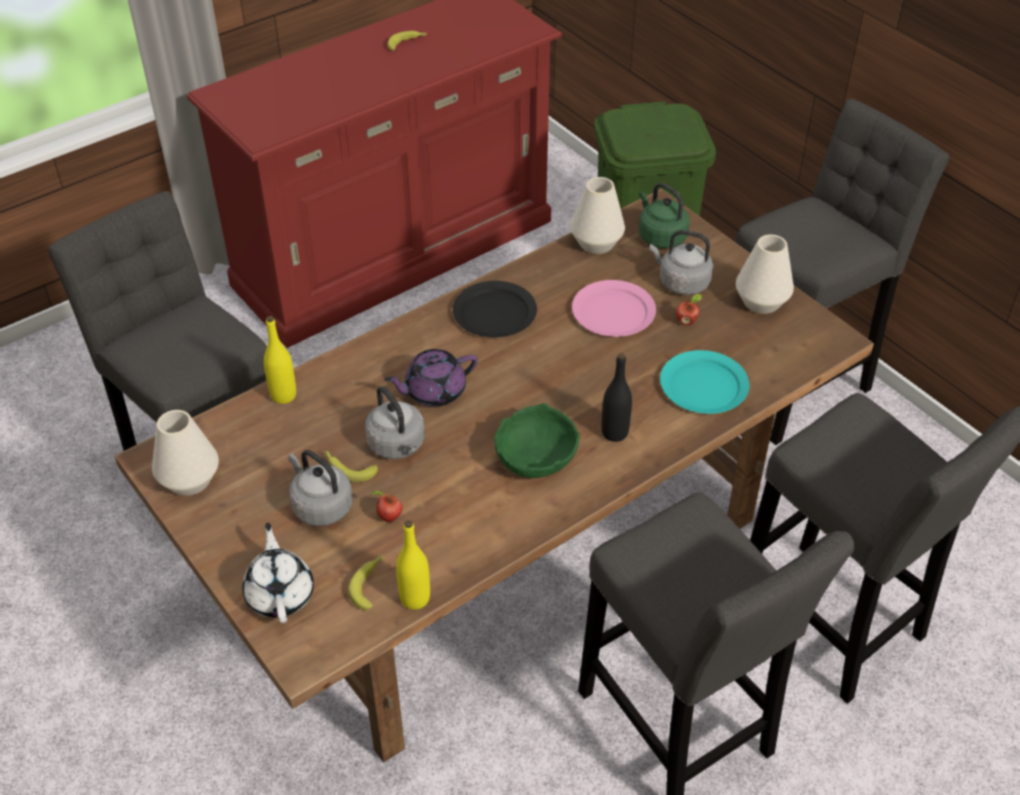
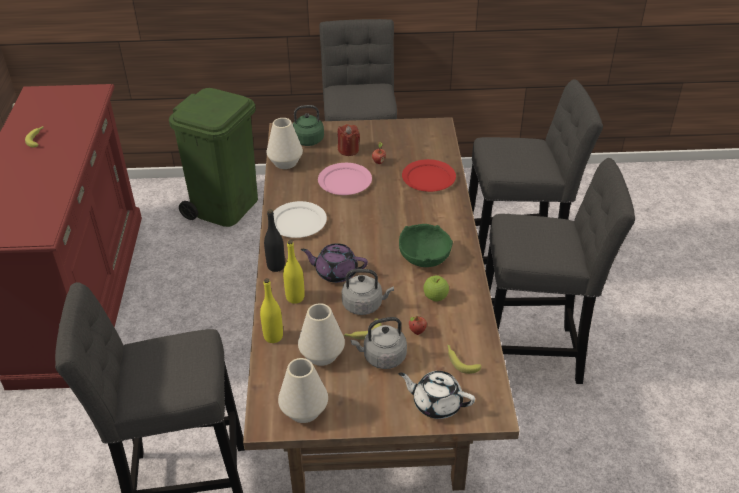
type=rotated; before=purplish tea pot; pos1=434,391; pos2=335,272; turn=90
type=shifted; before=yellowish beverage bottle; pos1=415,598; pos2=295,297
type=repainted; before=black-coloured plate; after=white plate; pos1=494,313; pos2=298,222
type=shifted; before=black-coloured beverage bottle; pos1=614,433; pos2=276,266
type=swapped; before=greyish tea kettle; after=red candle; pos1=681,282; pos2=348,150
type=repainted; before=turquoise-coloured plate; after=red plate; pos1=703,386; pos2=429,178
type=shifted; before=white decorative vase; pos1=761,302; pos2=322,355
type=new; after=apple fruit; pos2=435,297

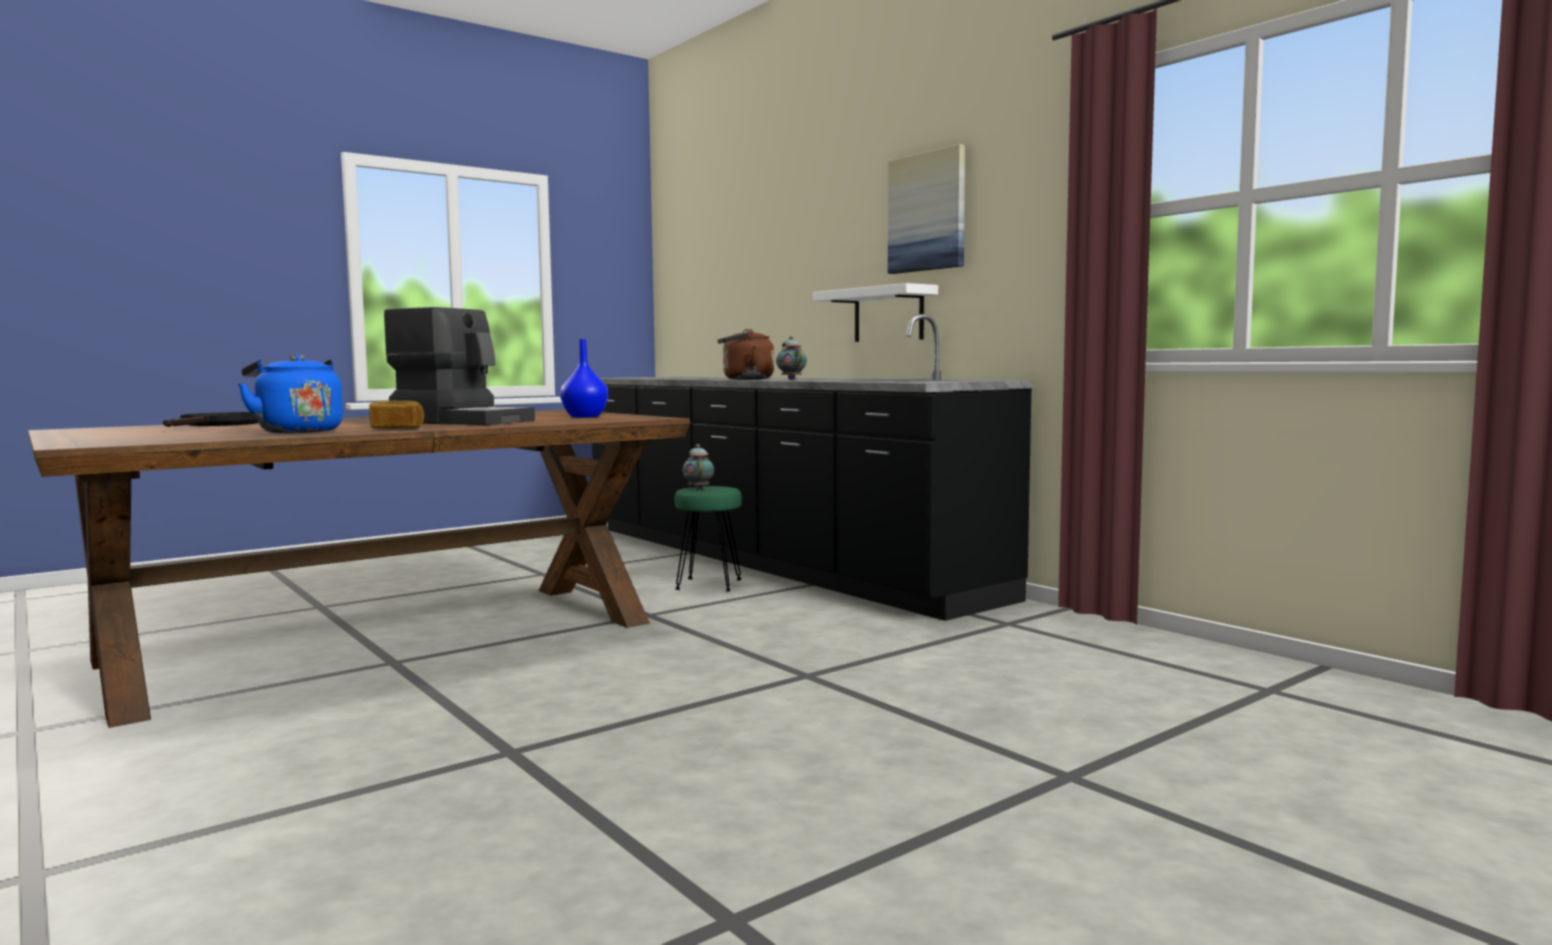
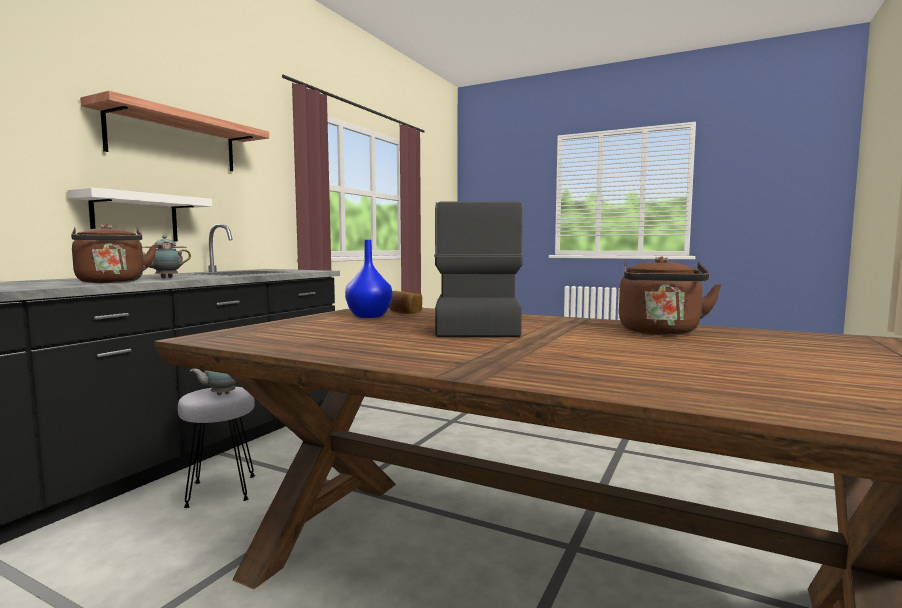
type=gone; before=black-coloured frying pan; pos1=218,425
type=repainted; before=bluish tea kettle; after=brown tea kettle; pos1=297,432; pos2=660,332
type=shifted; before=bakery bread; pos1=397,428; pos2=403,312
type=repainted; before=greenish stool seat; after=greyish stool seat; pos1=710,585; pos2=221,490
type=swapped; before=wall art; after=shelf; pos1=927,212; pos2=174,140

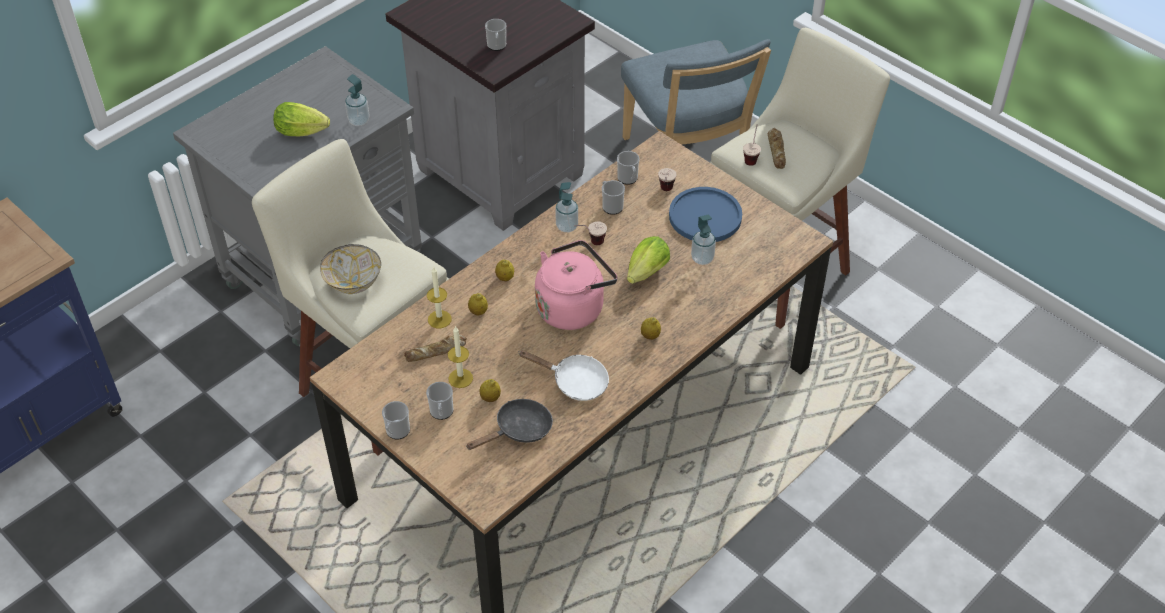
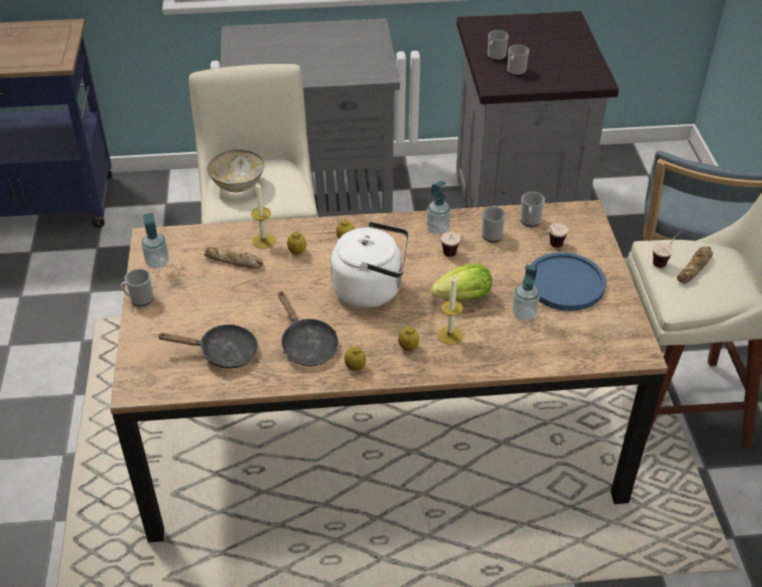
type=gone; before=lettuce; pos1=304,132
type=shifted; before=liquid soap bottle; pos1=359,121; pos2=157,263
type=shifted; before=coffee mug; pos1=441,413; pos2=495,57
type=shifted; before=candle; pos1=460,378; pos2=450,335
type=shifted; before=citrus fruit; pos1=490,398; pos2=355,367
type=repainted; before=white frying pan; after=black-coloured frying pan; pos1=575,382; pos2=306,344
type=repainted; before=pink-coloured tea kettle; after=white tea kettle; pos1=573,307; pos2=372,289

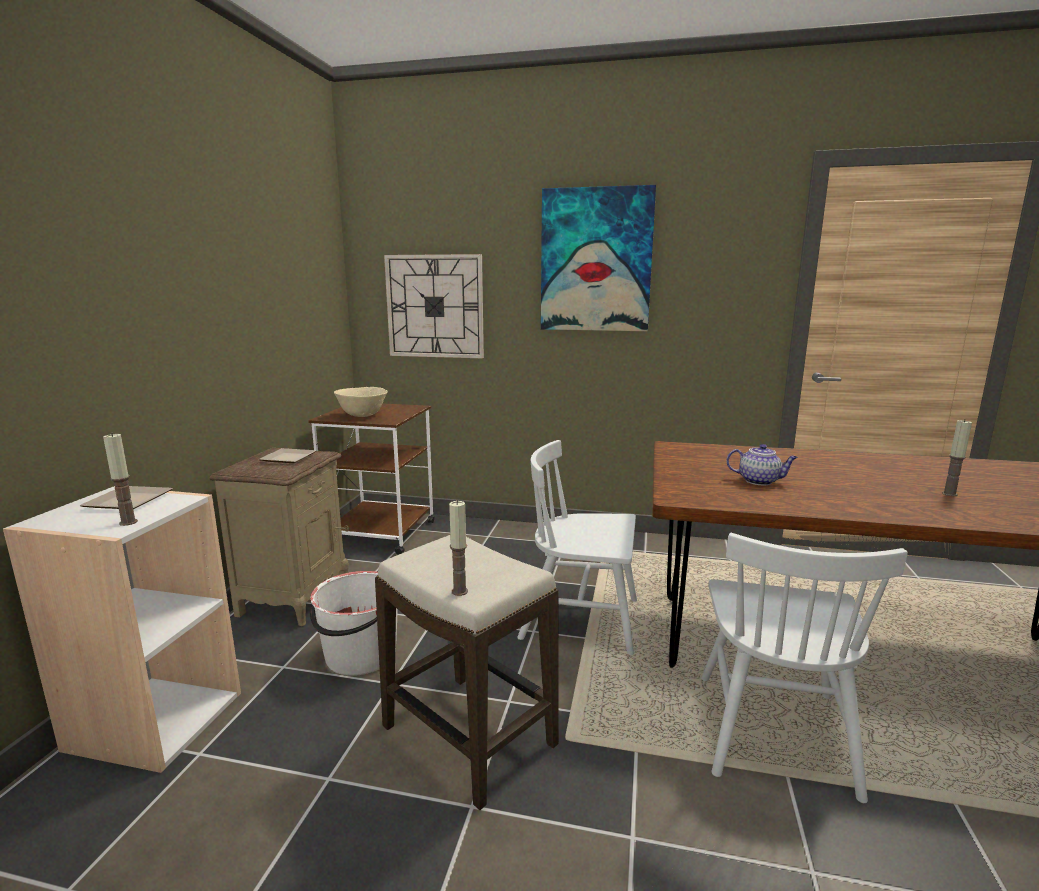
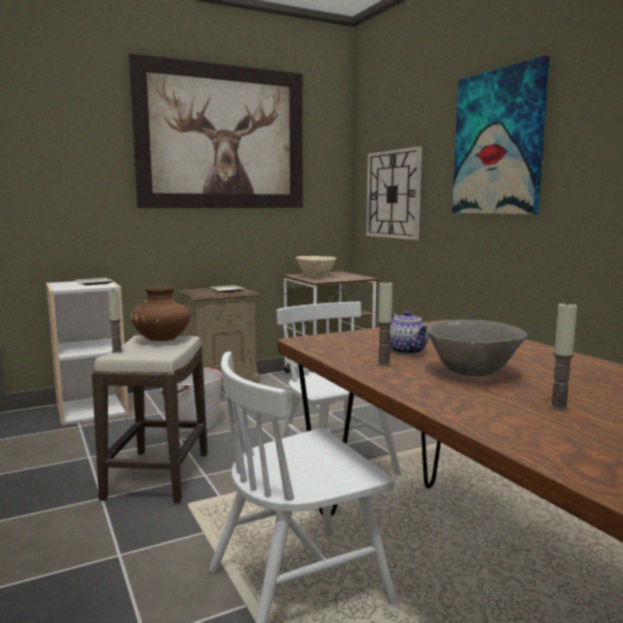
type=shifted; before=candle; pos1=128,522; pos2=384,364
type=new; after=wall art; pos2=222,138
type=new; after=brown decorative vase; pos2=162,339
type=new; after=greyish deep dish; pos2=473,373

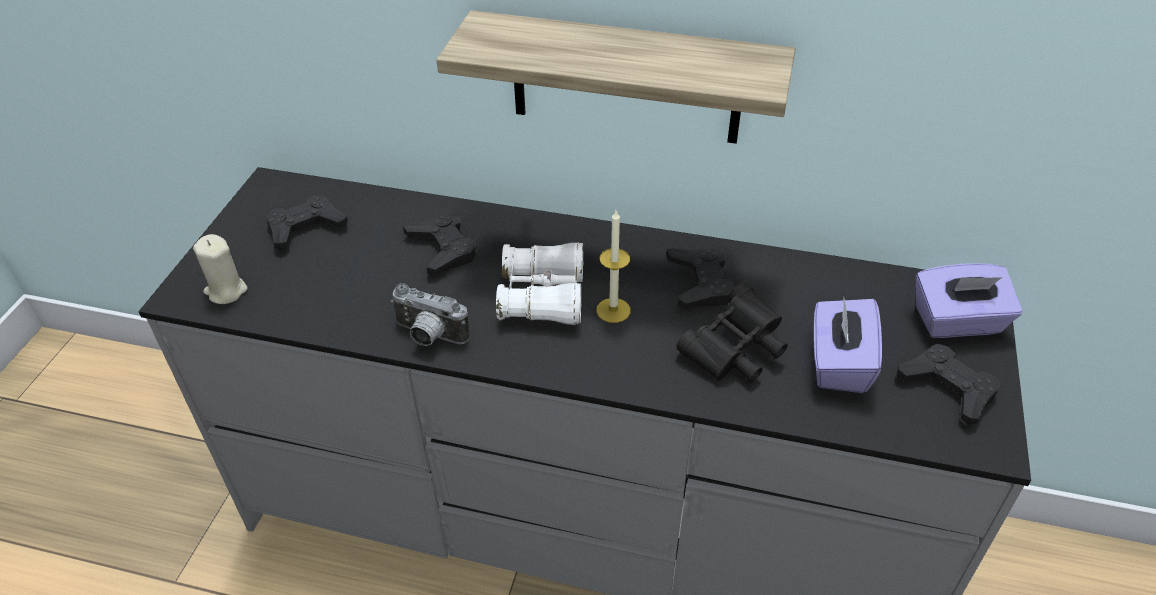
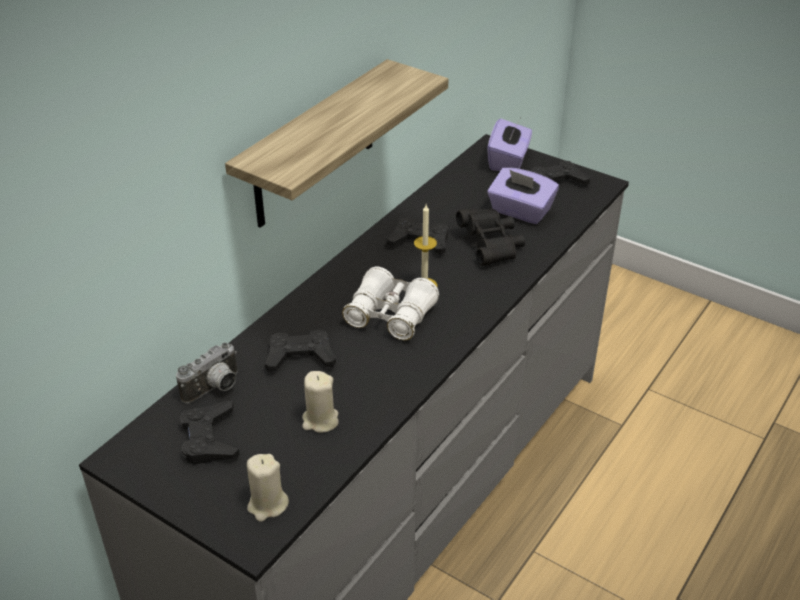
type=shifted; before=photo camera; pos1=428,336; pos2=215,389
type=new; after=sand-coloured candle; pos2=320,420

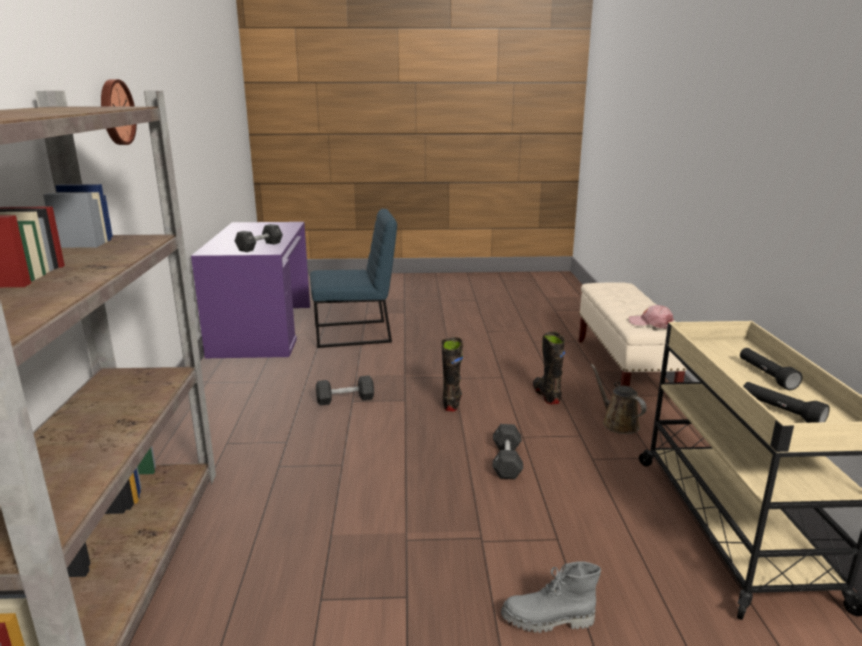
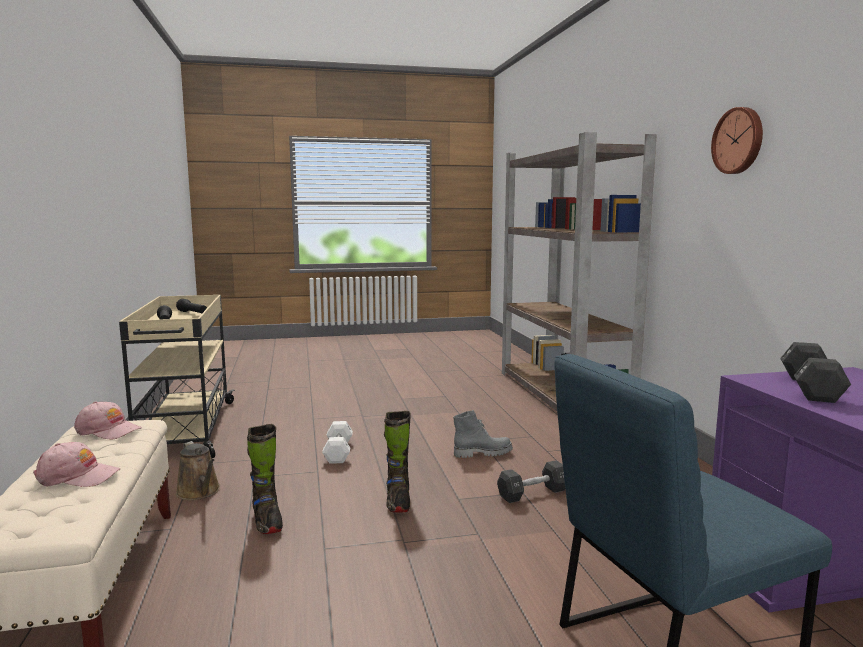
type=repainted; before=black-coloured free weight; after=white free weight; pos1=507,461; pos2=338,452
type=shifted; before=greyish tall boot; pos1=547,620; pos2=482,453
type=new; after=pink-coloured cap; pos2=77,476

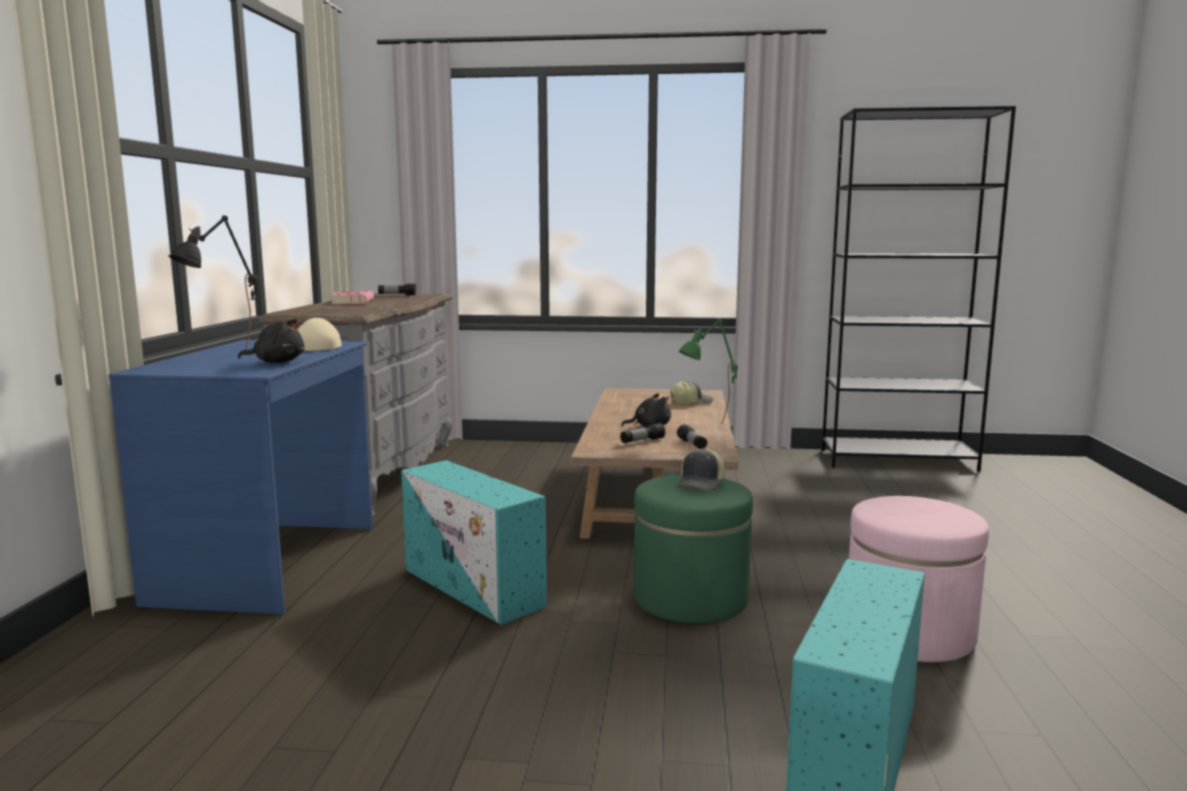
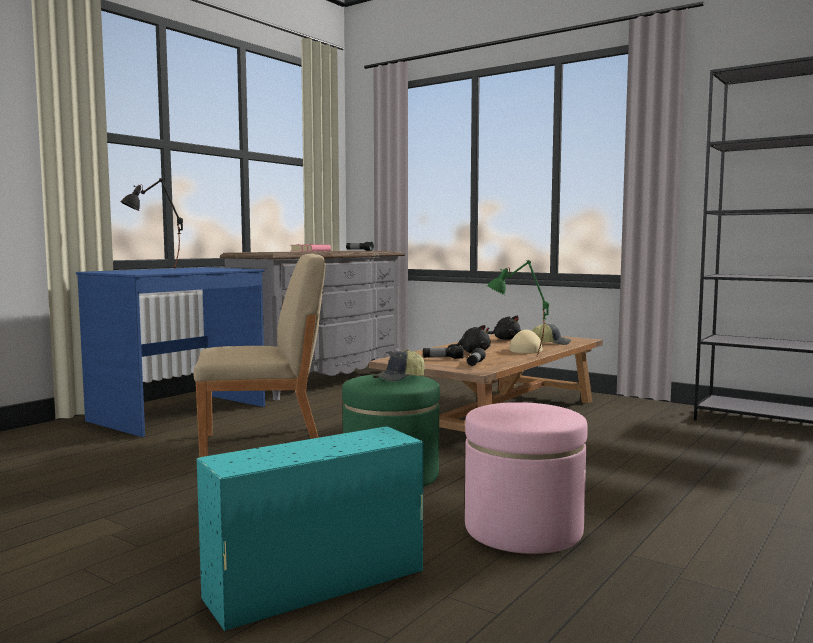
type=shifted; before=black-coloured plush toy; pos1=277,362; pos2=505,339
type=shifted; before=sand-coloured cap; pos1=318,346; pos2=526,349
type=swapped; before=turquoise-coloured storage container; after=sand-coloured upright chair; pos1=474,588; pos2=263,444

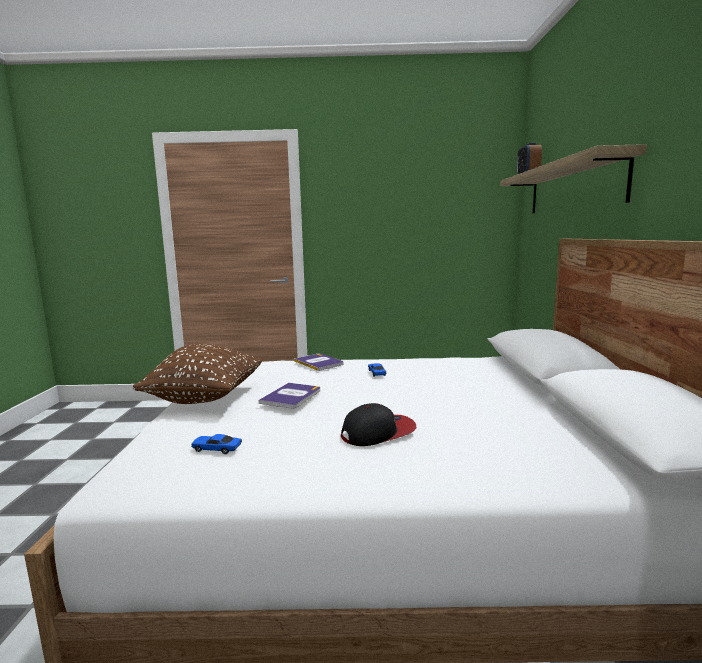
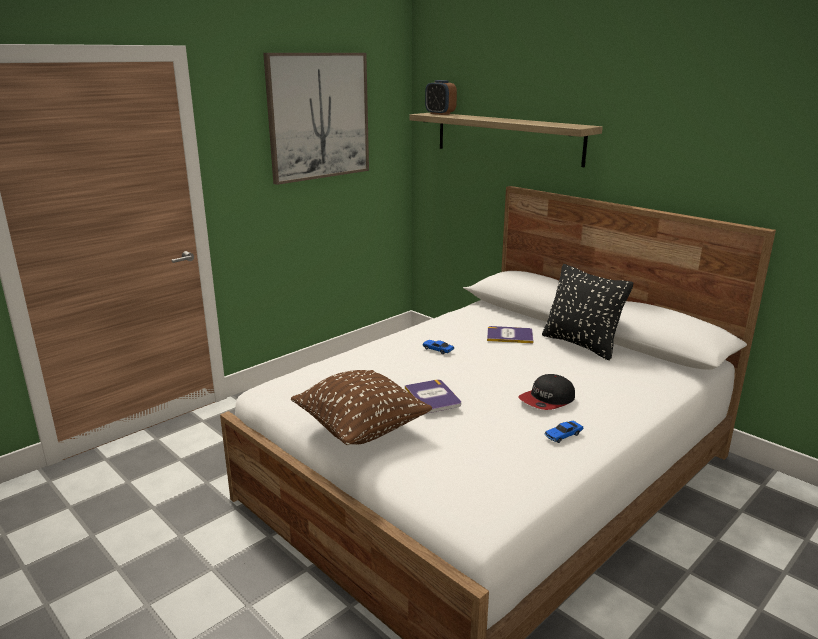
type=shifted; before=miniature car; pos1=216,449; pos2=563,435
type=shifted; before=book; pos1=319,363; pos2=509,335
type=rotated; before=cap; pos1=378,433; pos2=547,400; turn=-150
type=new; after=wall art; pos2=319,116
type=new; after=black-coloured pillow; pos2=581,344

